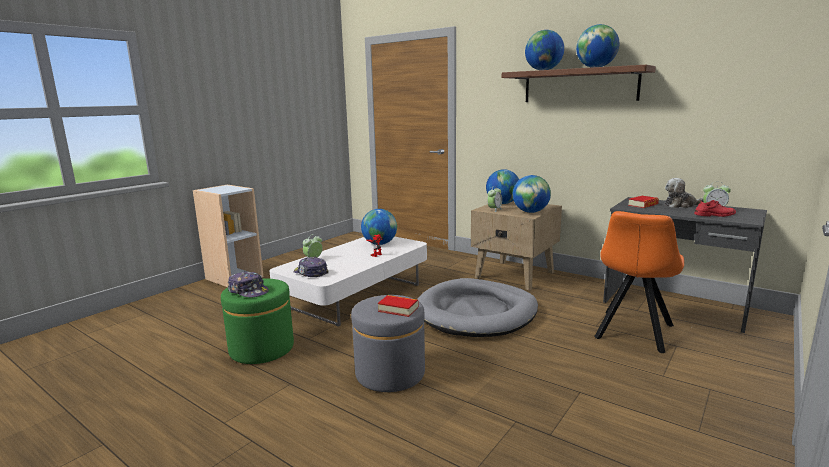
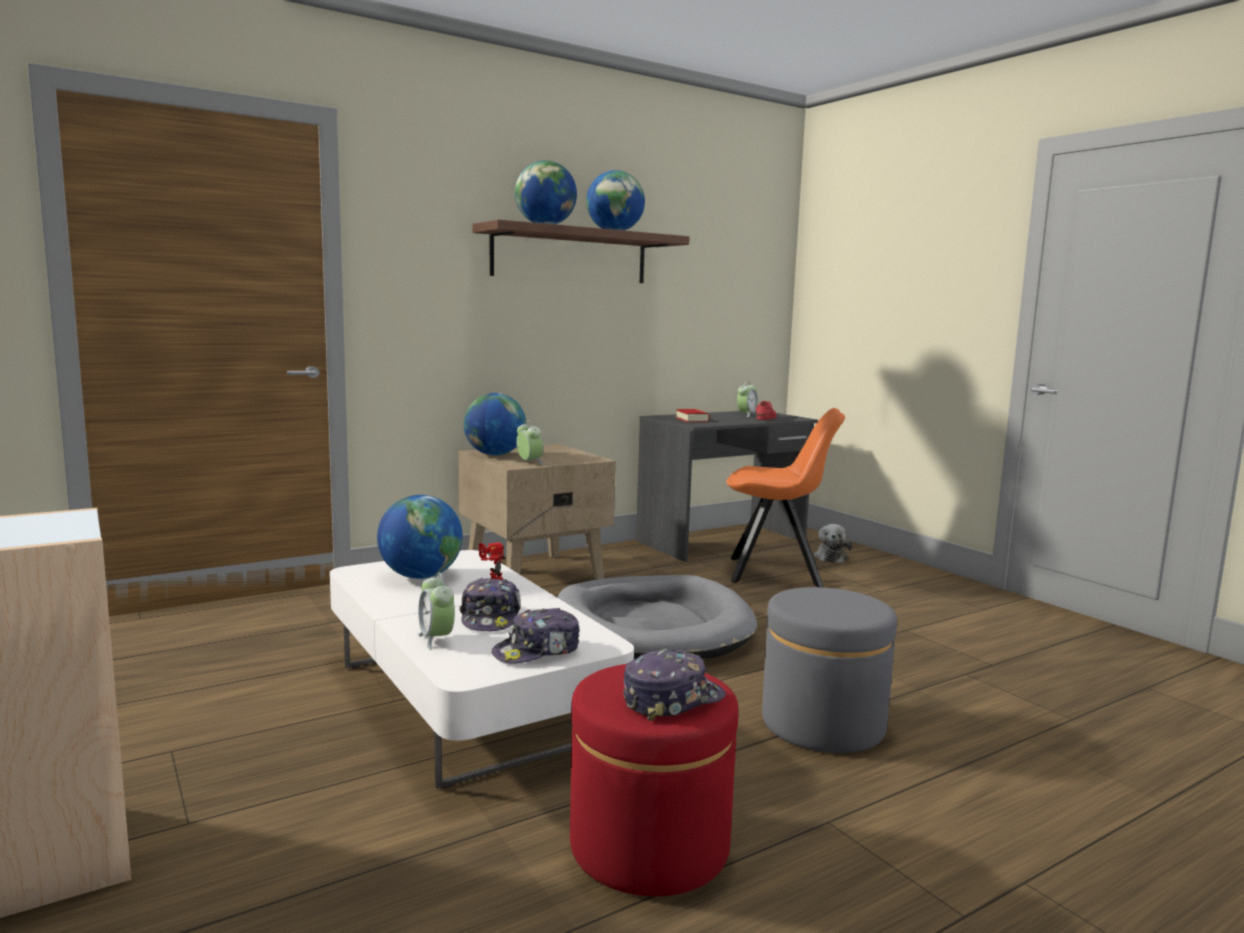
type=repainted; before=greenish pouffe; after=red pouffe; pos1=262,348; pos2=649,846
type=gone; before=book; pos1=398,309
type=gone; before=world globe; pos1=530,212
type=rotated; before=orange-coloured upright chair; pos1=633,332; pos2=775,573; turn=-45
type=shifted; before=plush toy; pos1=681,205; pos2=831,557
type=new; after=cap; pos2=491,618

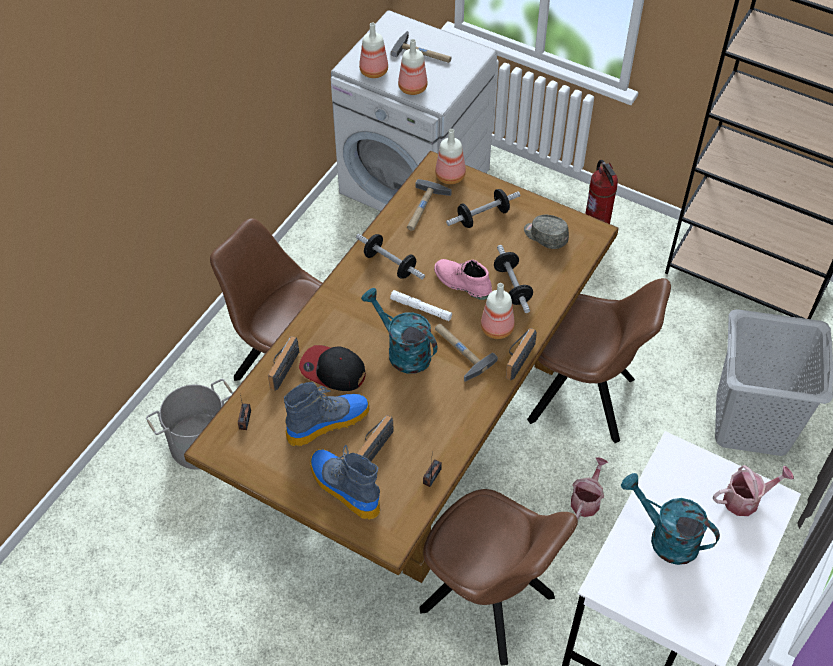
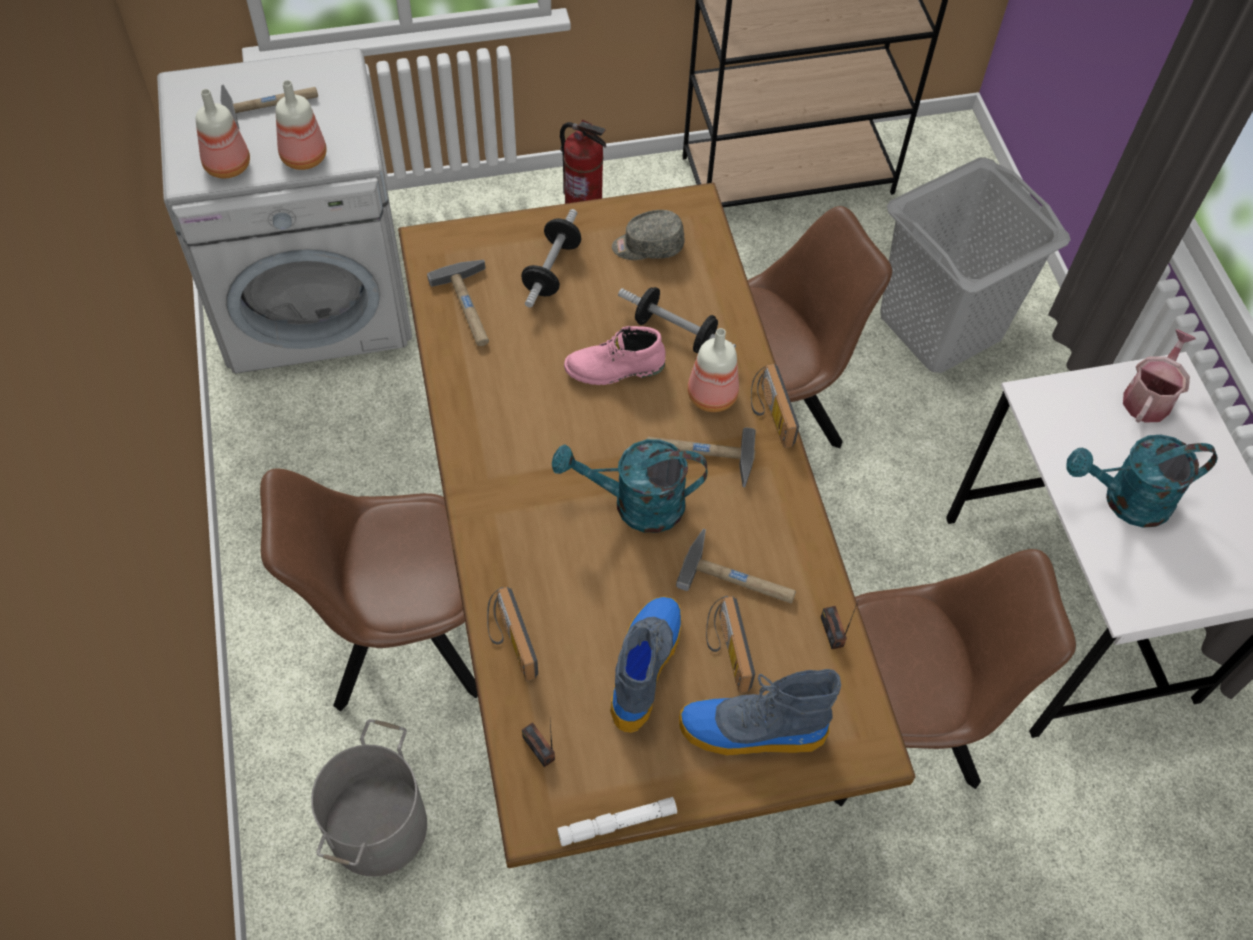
type=gone; before=cap; pos1=332,370
type=gone; before=free weight; pos1=390,264
type=shifted; before=white hand torch; pos1=421,308; pos2=617,823
type=gone; before=beverage bottle; pos1=450,175
type=gone; before=watering pot; pos1=587,499
type=new; after=hand hammer; pos2=739,578

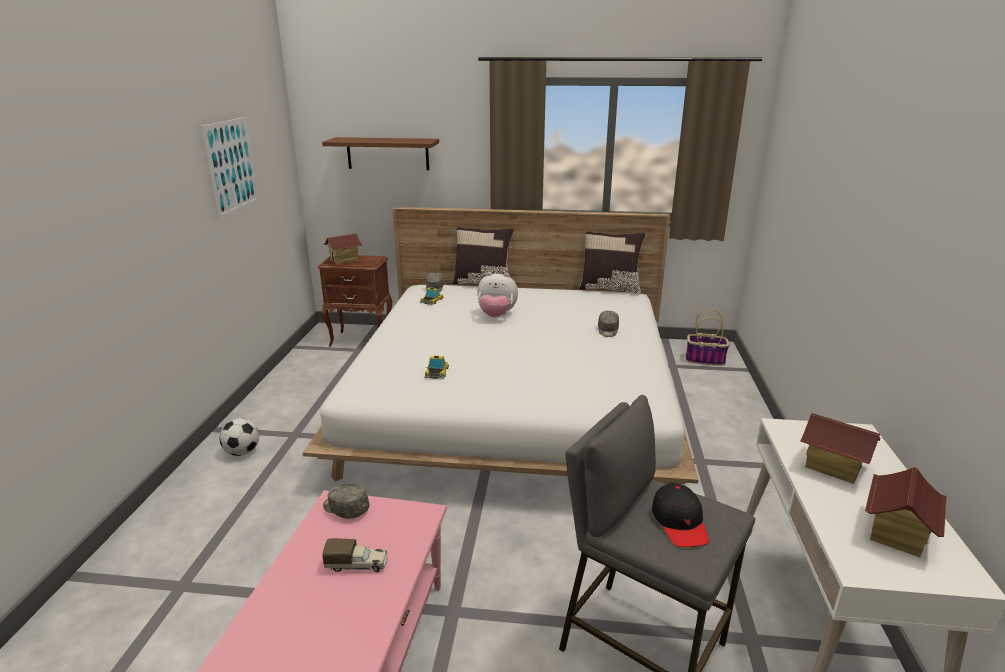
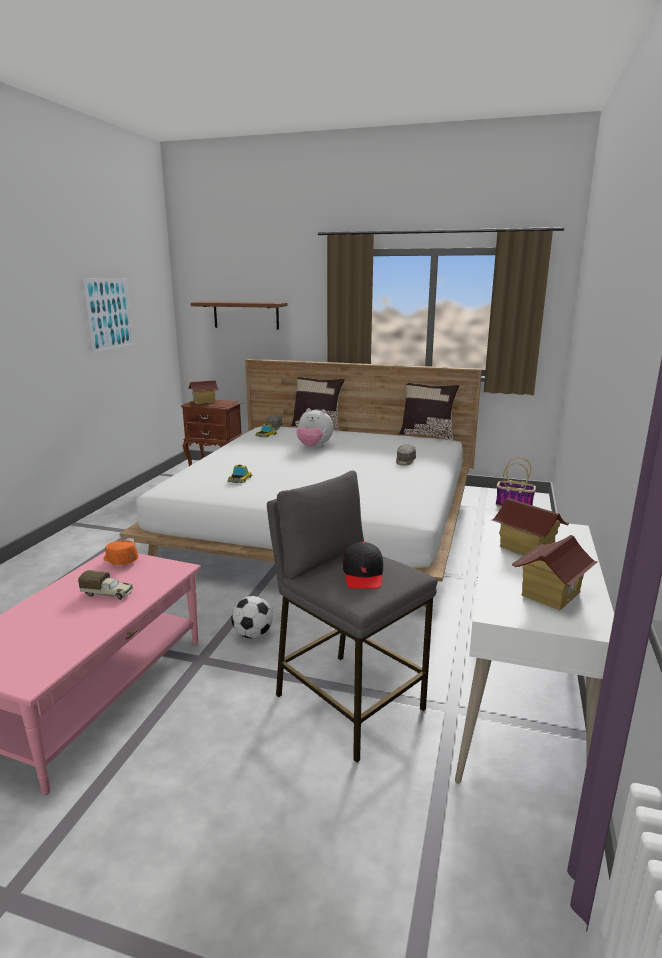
type=shifted; before=ball for football; pos1=242,452; pos2=253,634
type=repainted; before=greyish cap; after=orange-coloured cap; pos1=345,508; pos2=120,560

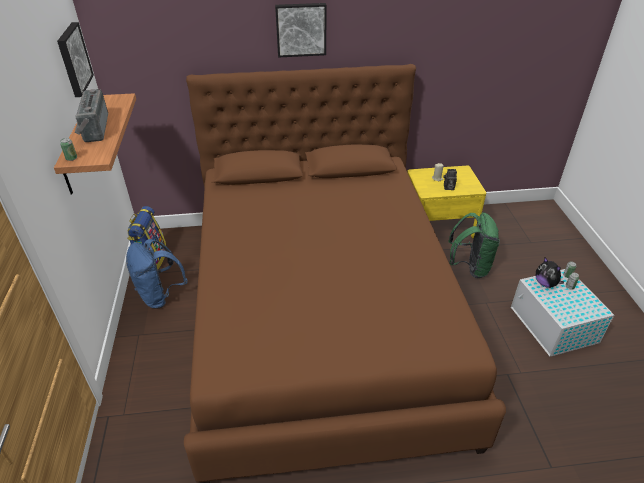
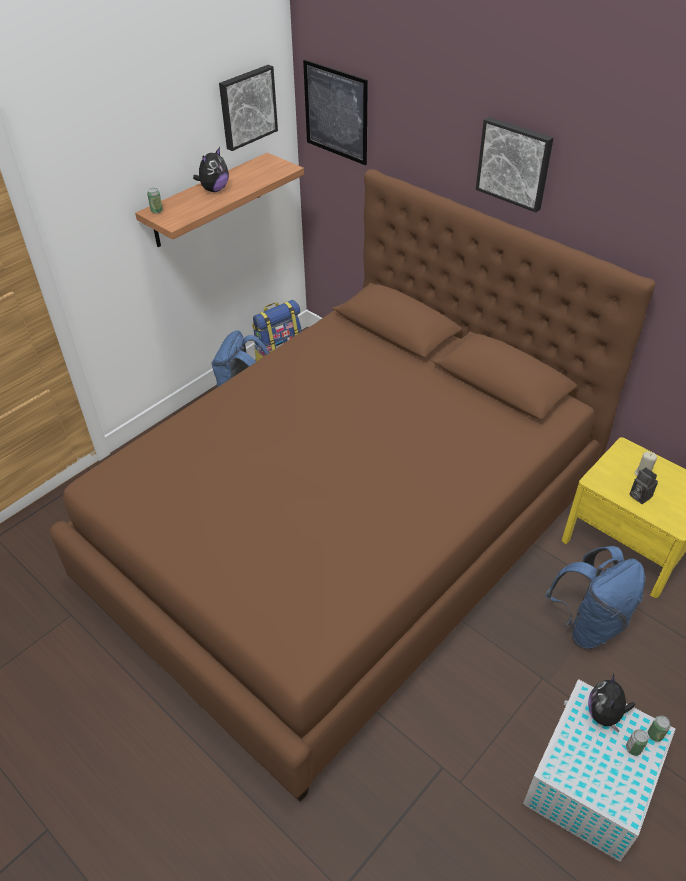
type=swapped; before=radio; after=plush toy; pos1=93,128; pos2=214,189
type=repainted; before=greenish rucksack; after=bluish rucksack; pos1=470,267; pos2=588,624
type=new; after=wall art; pos2=336,112

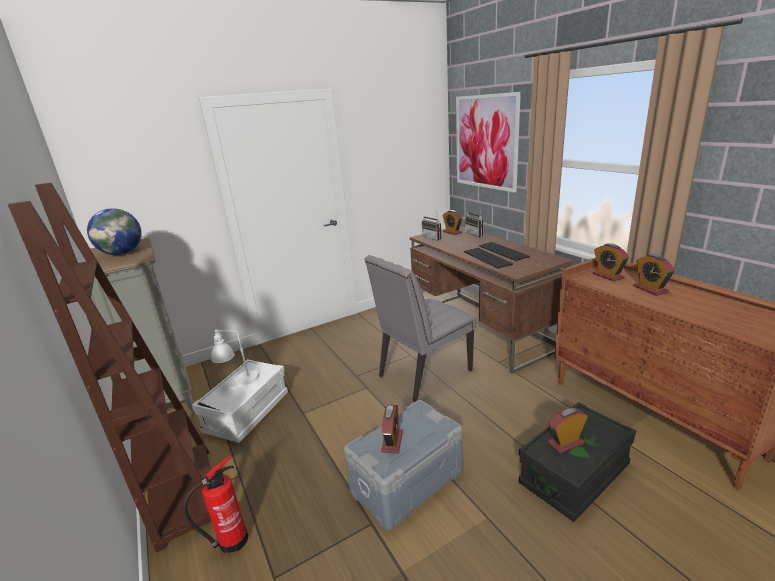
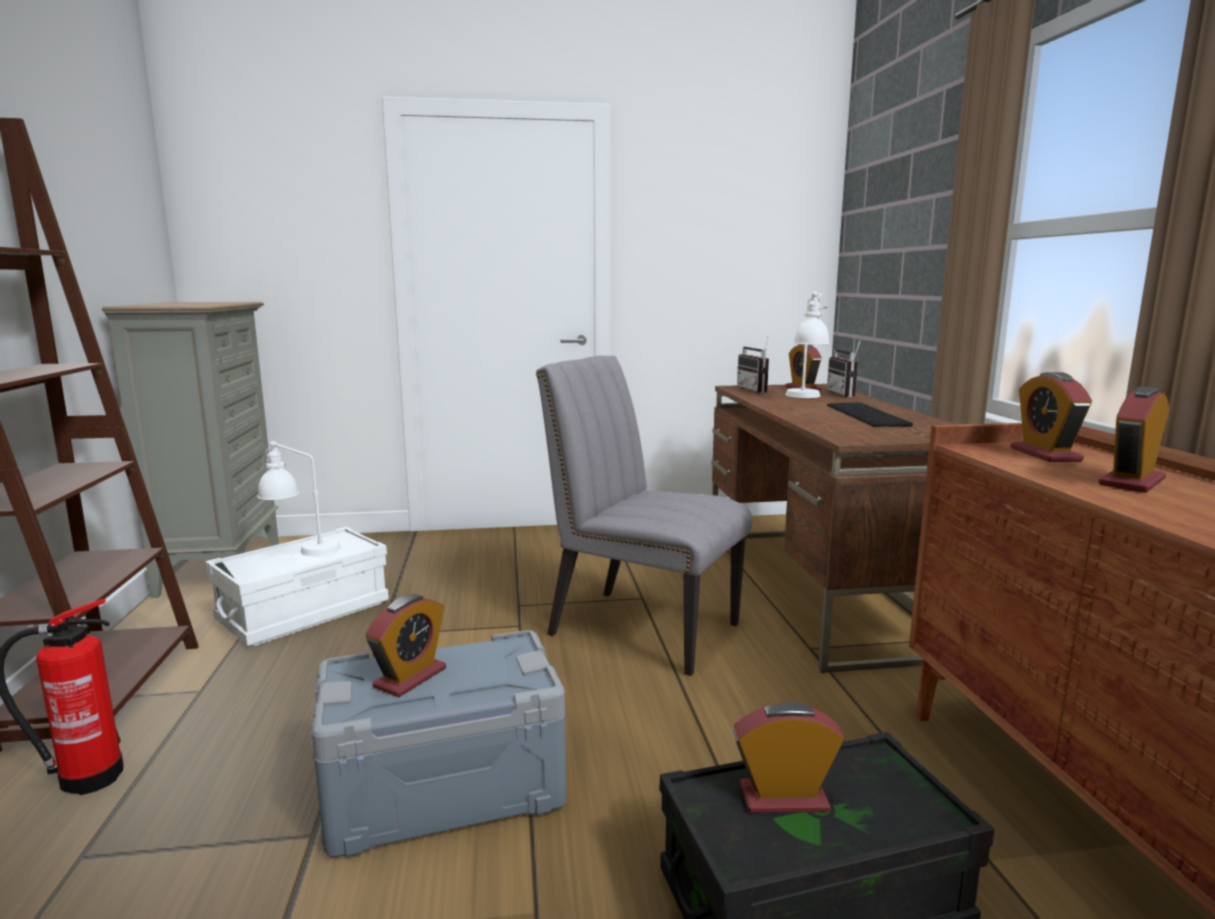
type=gone; before=world globe; pos1=122,253
type=rotated; before=greyish upright chair; pos1=425,373; pos2=645,630; turn=45
type=gone; before=wall art; pos1=485,142
type=gone; before=PC keyboard; pos1=488,258
type=rotated; before=alarm clock; pos1=650,289; pos2=1132,482; turn=45
type=new; after=white table lamp; pos2=806,397

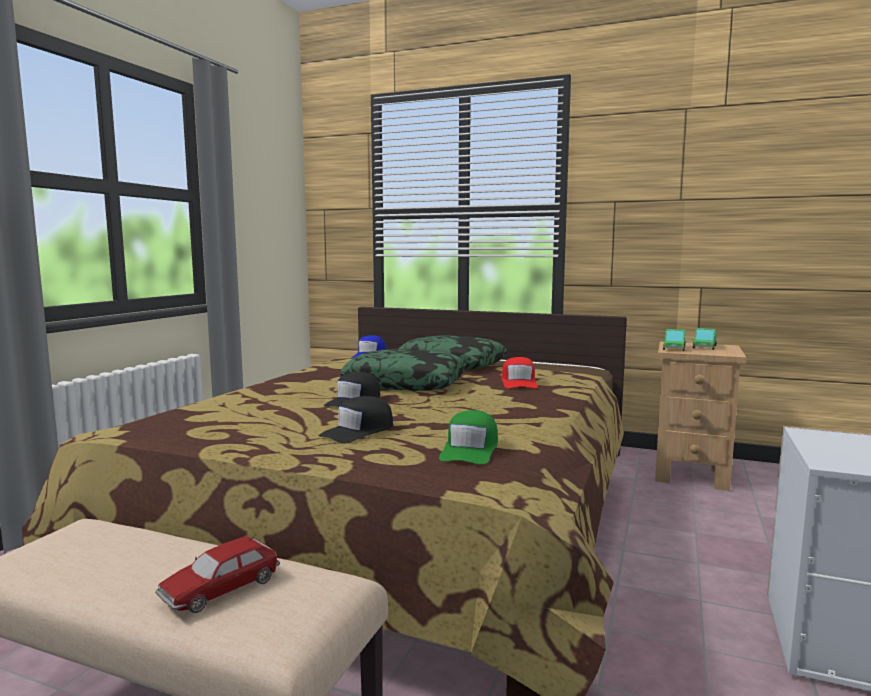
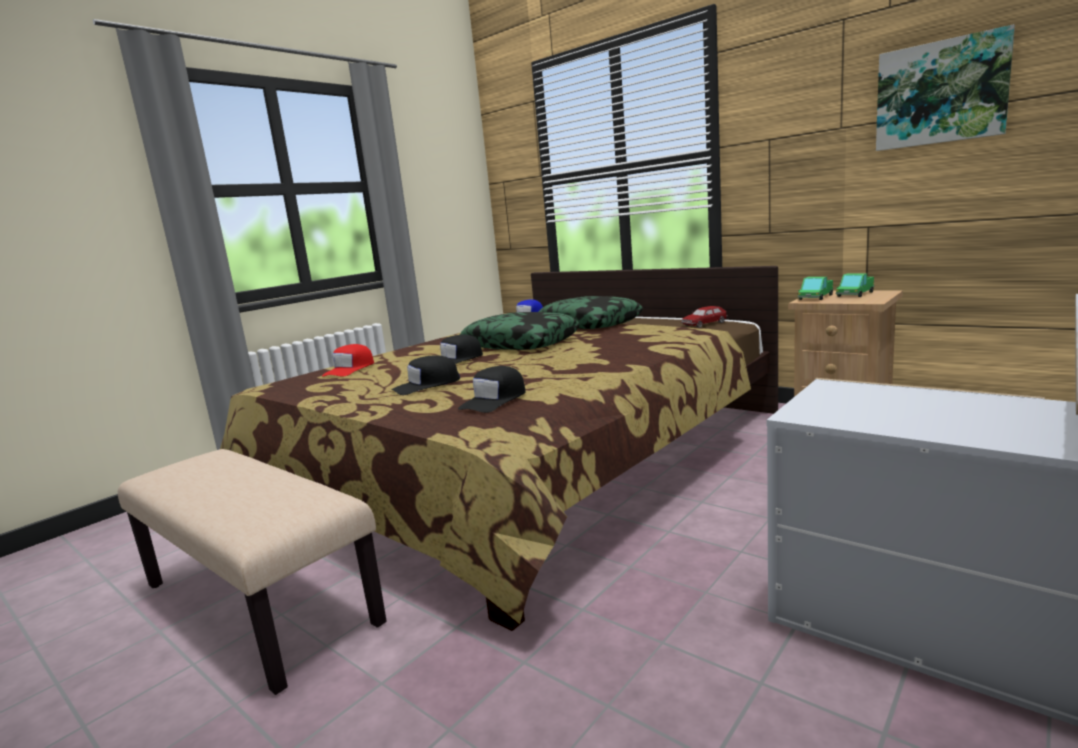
type=shifted; before=miniature car; pos1=220,589; pos2=704,324
type=repainted; before=greenish cap; after=black-coloured cap; pos1=470,449; pos2=494,400
type=shifted; before=red cap; pos1=519,382; pos2=350,369
type=new; after=wall art; pos2=941,93

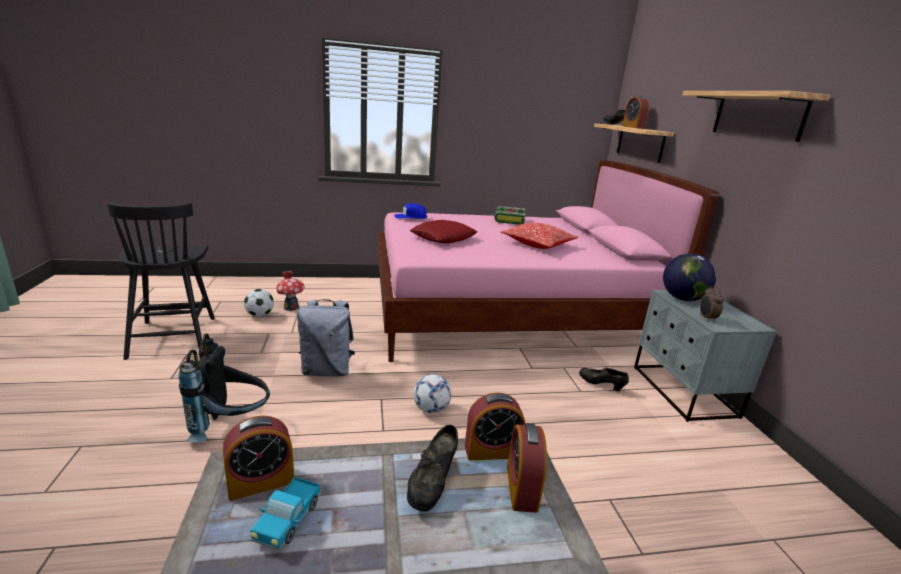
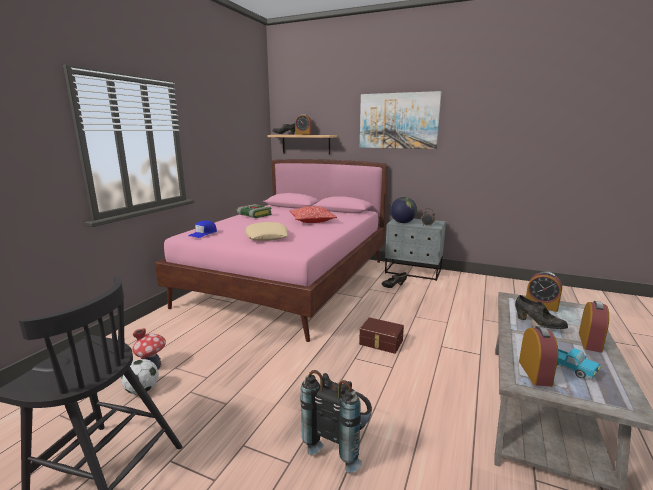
type=gone; before=greyish rucksack; pos1=327,370
type=repainted; before=red pillow; after=sand-coloured pillow; pos1=443,238; pos2=267,236
type=swapped; before=ball for football; after=brown storage container; pos1=431,409; pos2=380,342
type=shifted; before=alarm clock; pos1=492,451; pos2=589,342
type=swapped; before=shelf; after=wall art; pos1=758,115; pos2=398,121

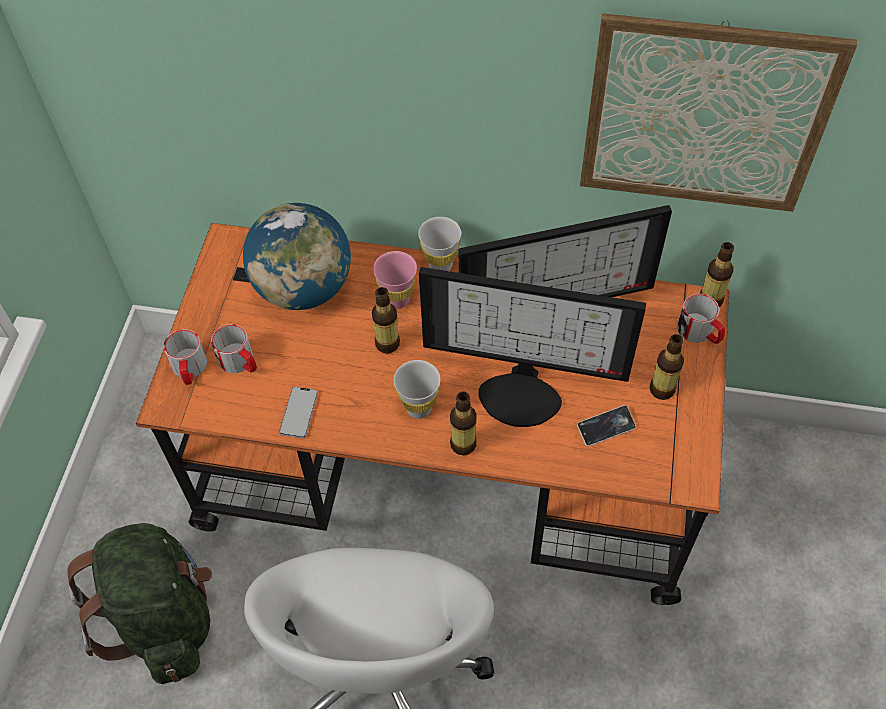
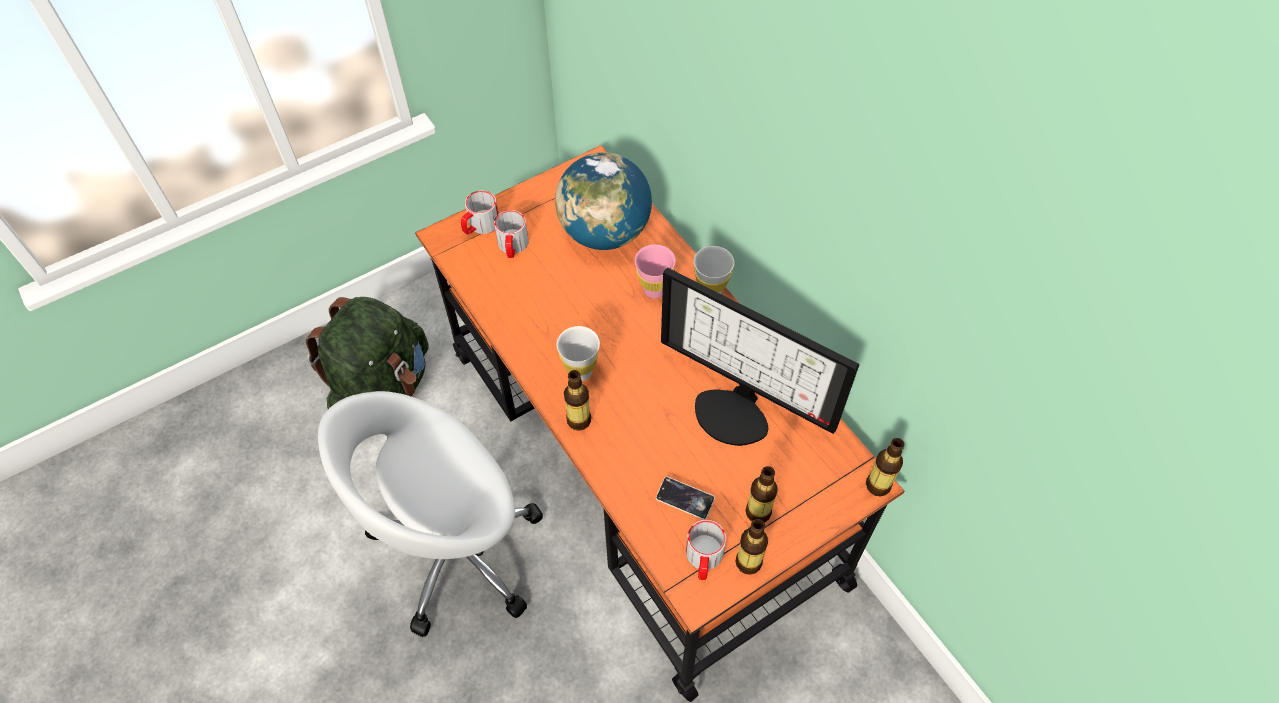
type=gone; before=phone; pos1=299,413
type=shifted; before=beverage bottle; pos1=387,344; pos2=748,562
type=gone; before=computer screen; pos1=522,391
type=gone; before=wall art; pos1=705,114
type=shifted; before=coffee mug; pos1=700,332; pos2=703,559

